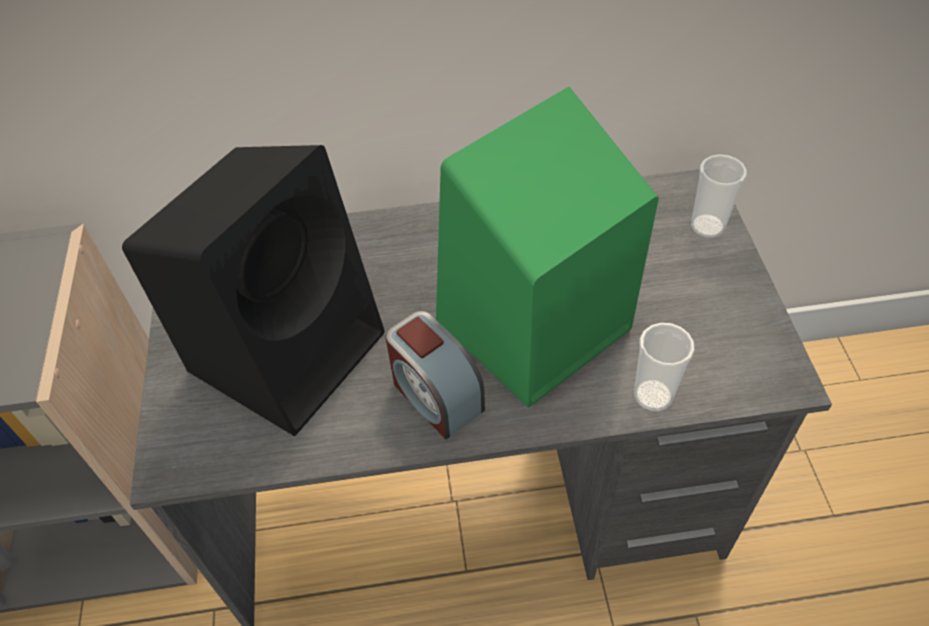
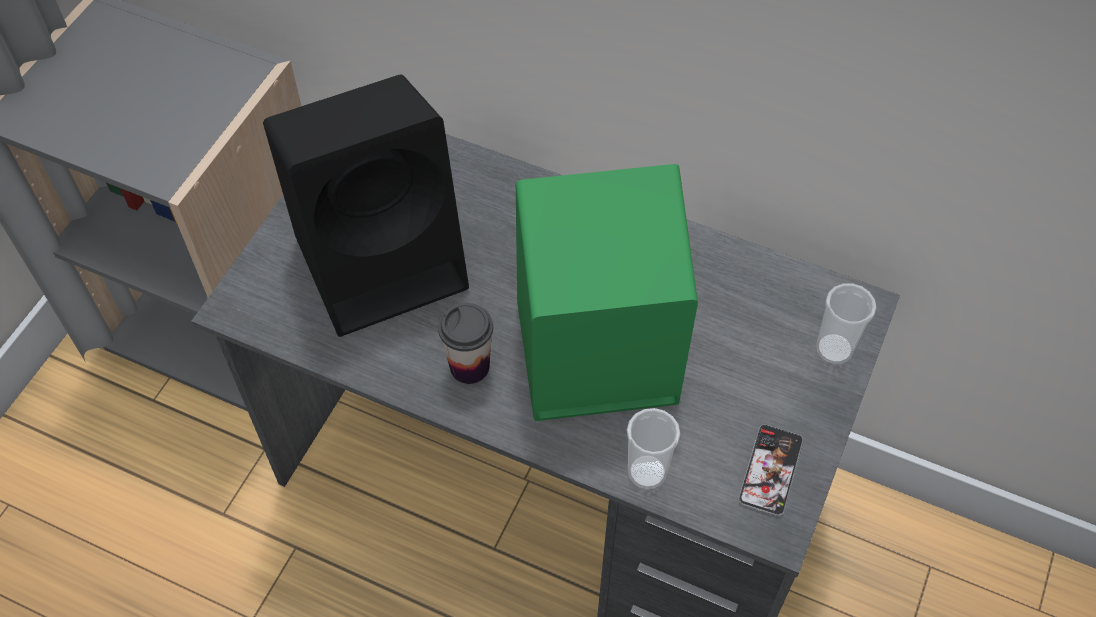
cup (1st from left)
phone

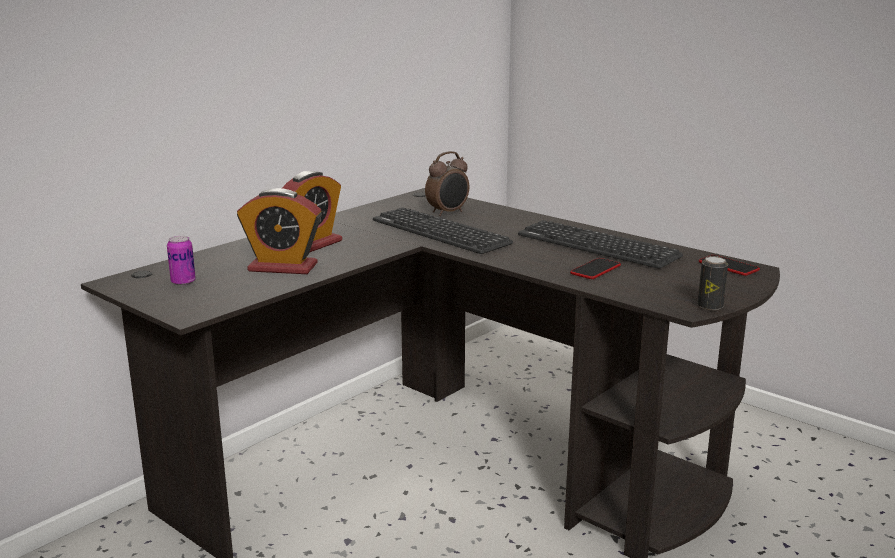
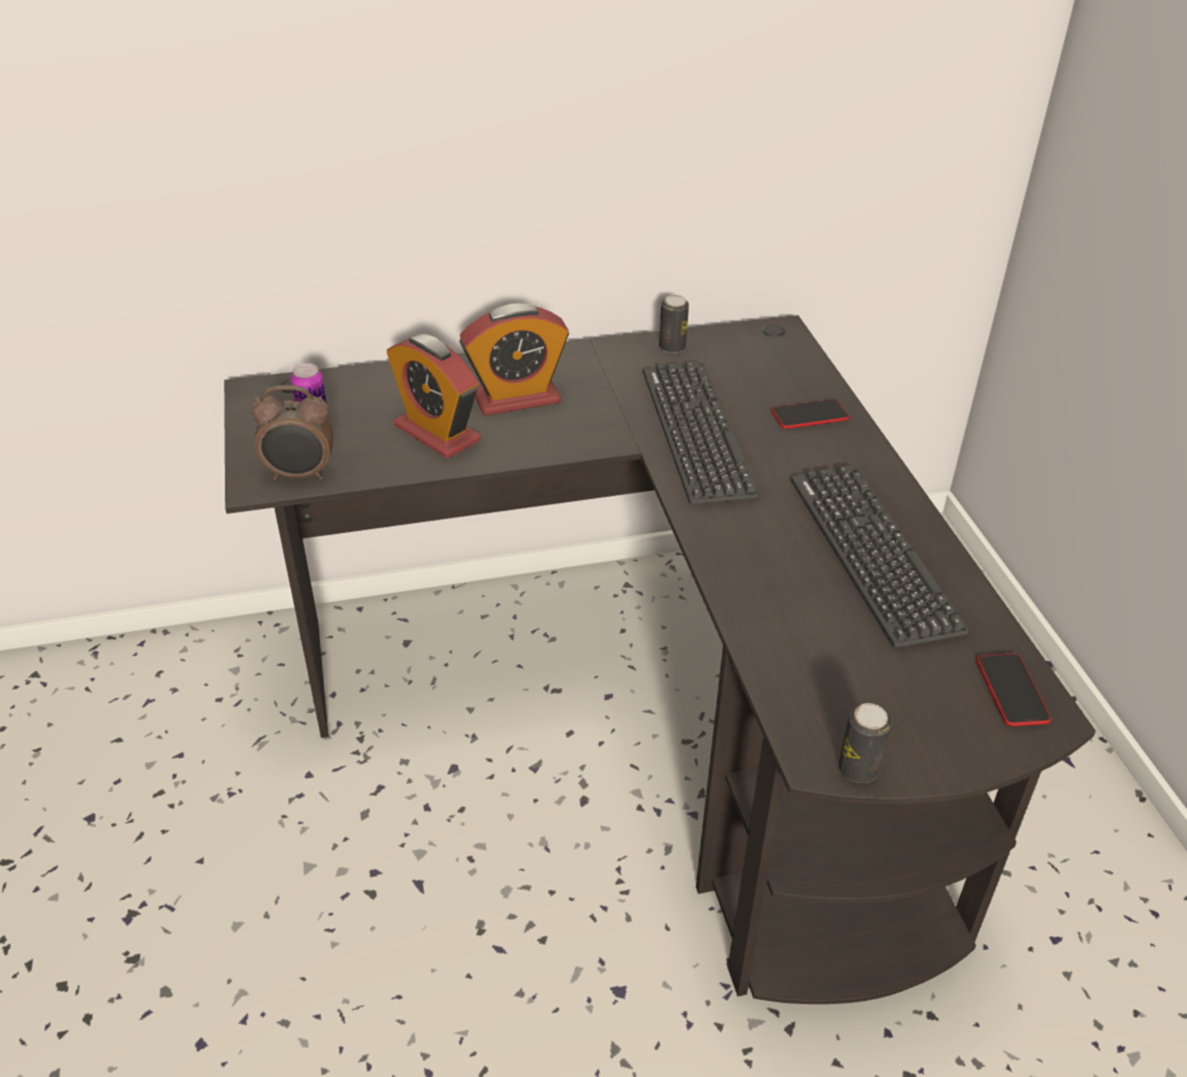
alarm clock (1st from left)
phone (1st from left)
can (2nd from left)

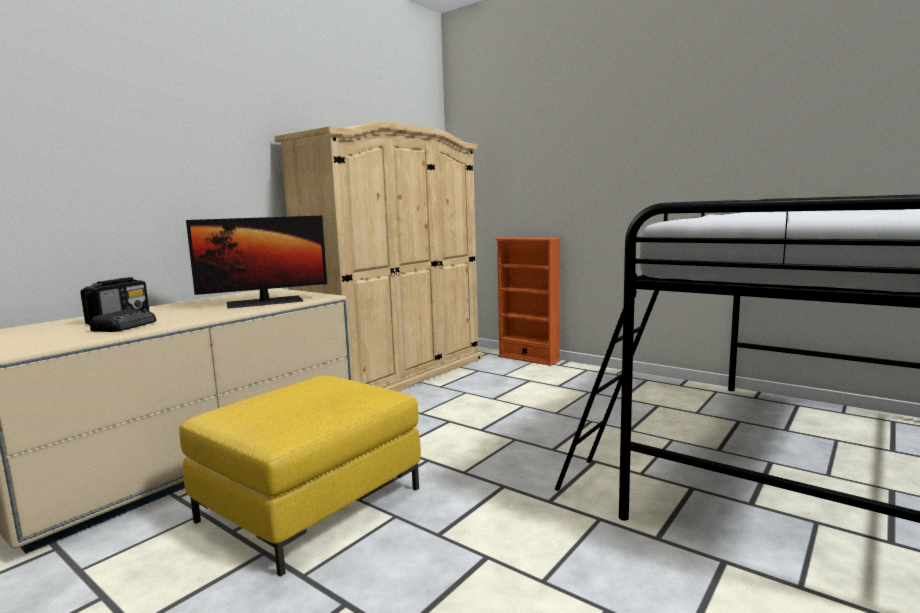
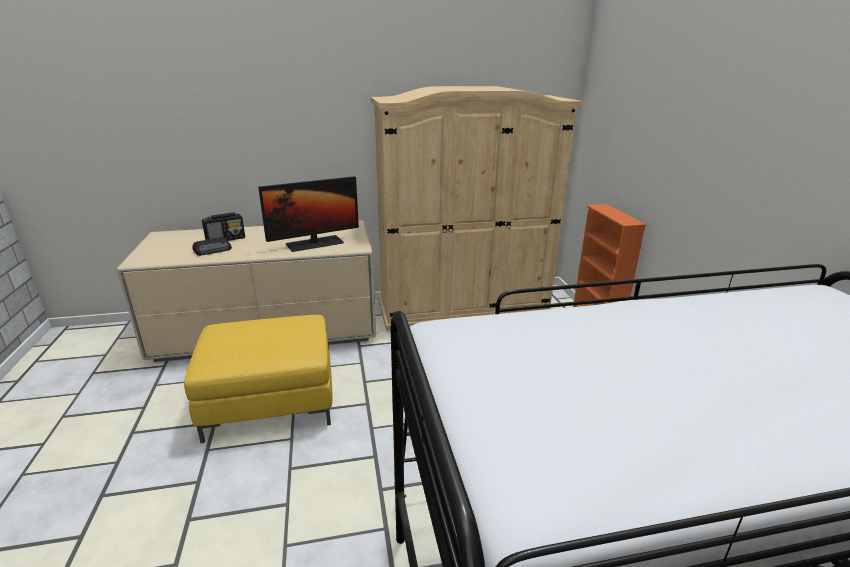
monitor

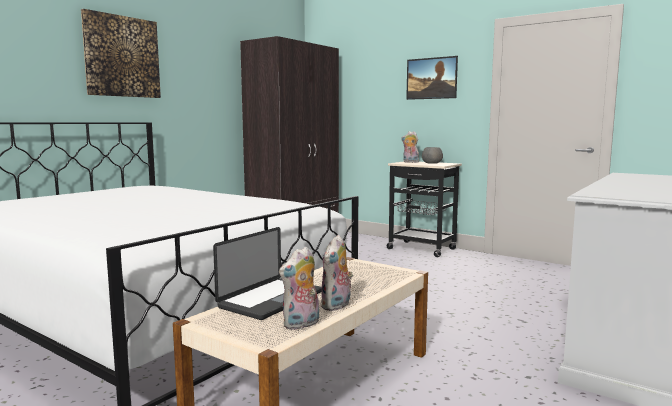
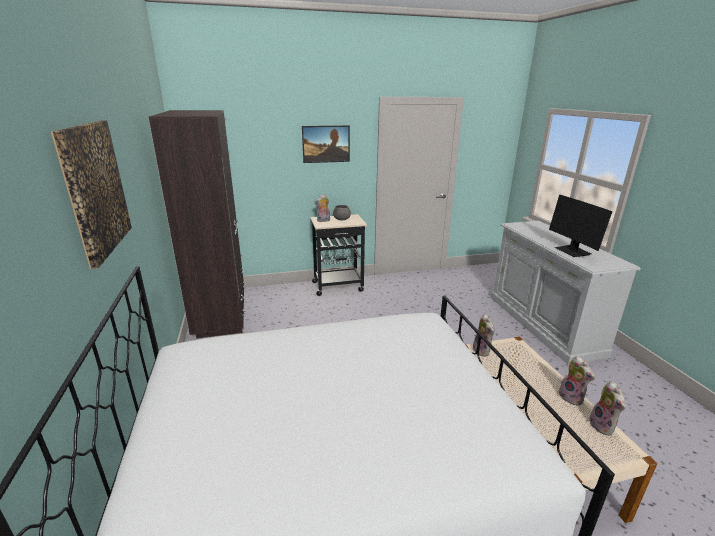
laptop
plush toy (2nd from left)
monitor

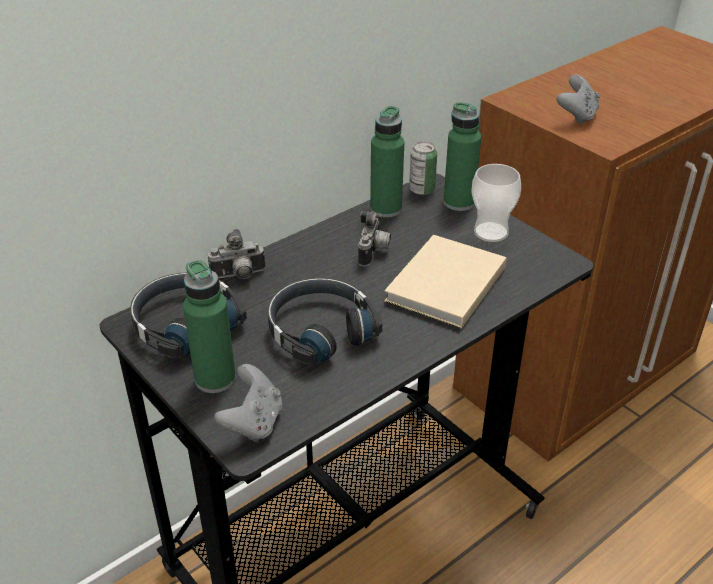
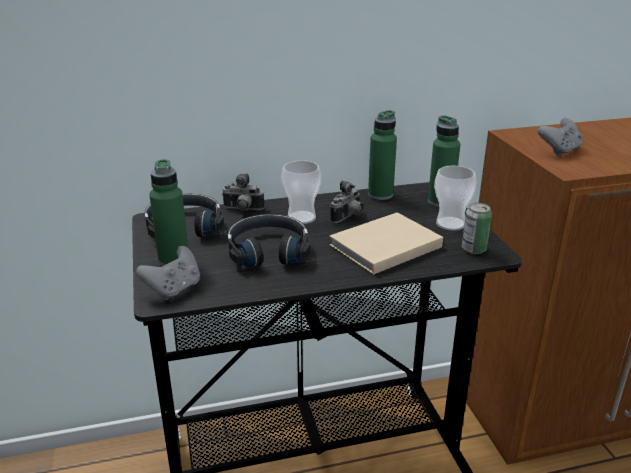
can
cup (1st from left)

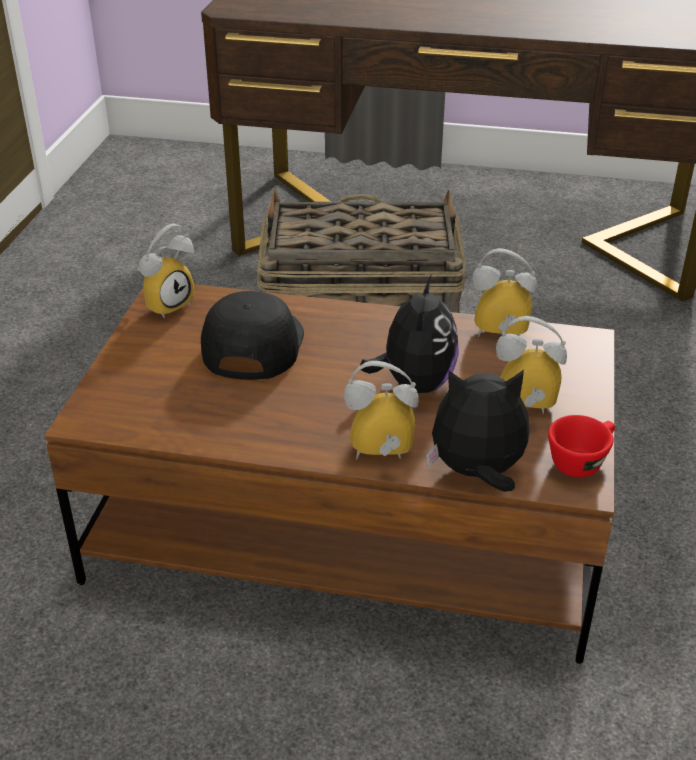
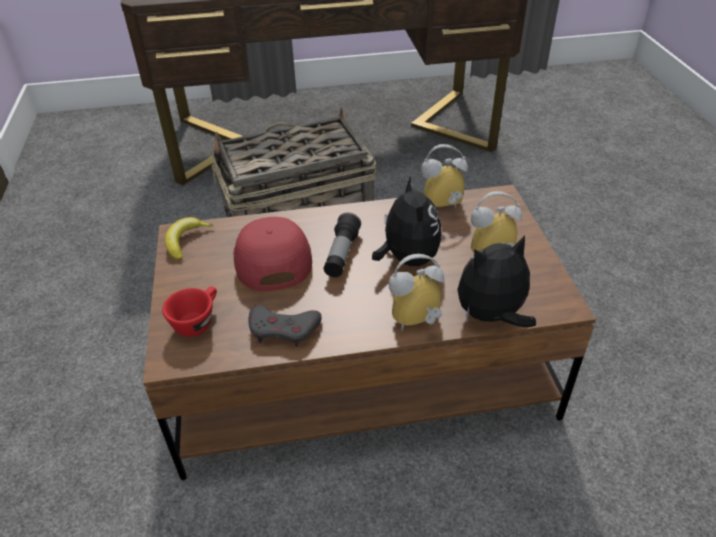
banana
cap (red)
cup (red)
game controller (grey)
flashlight

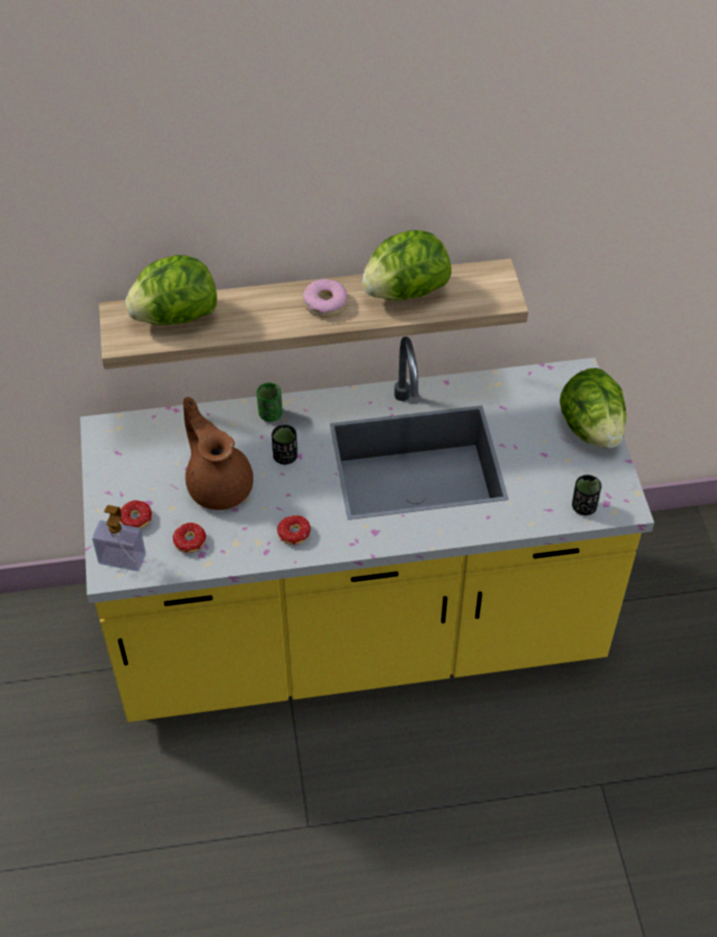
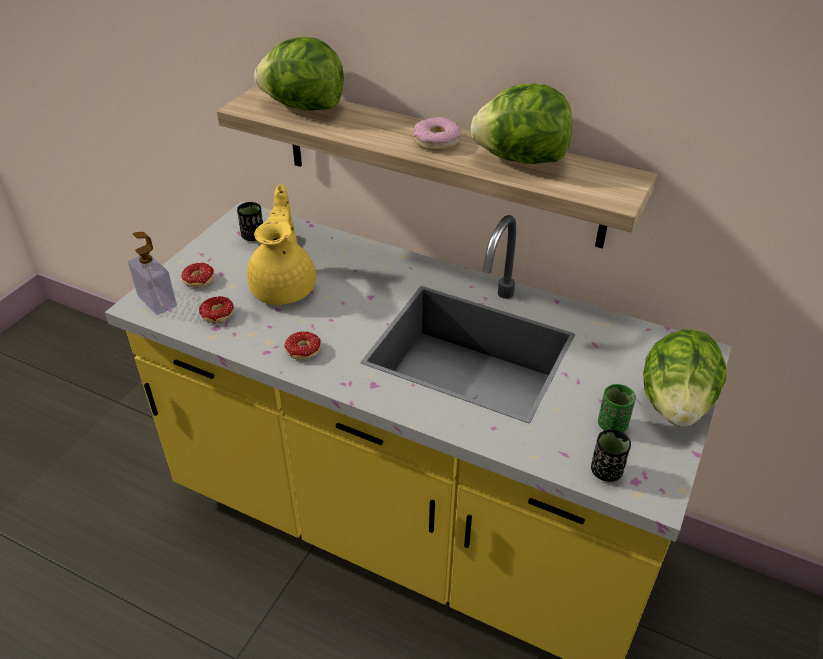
teapot (yellow)
cup (green)
cup (black) (1st from left)

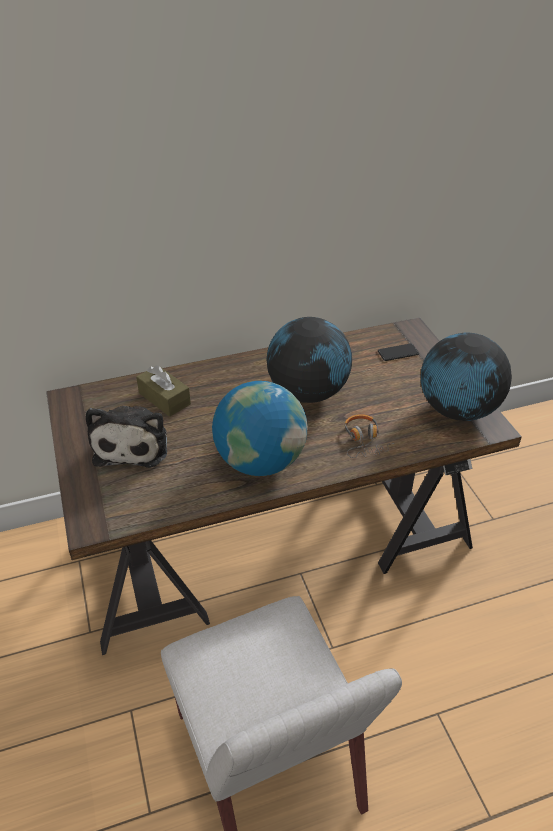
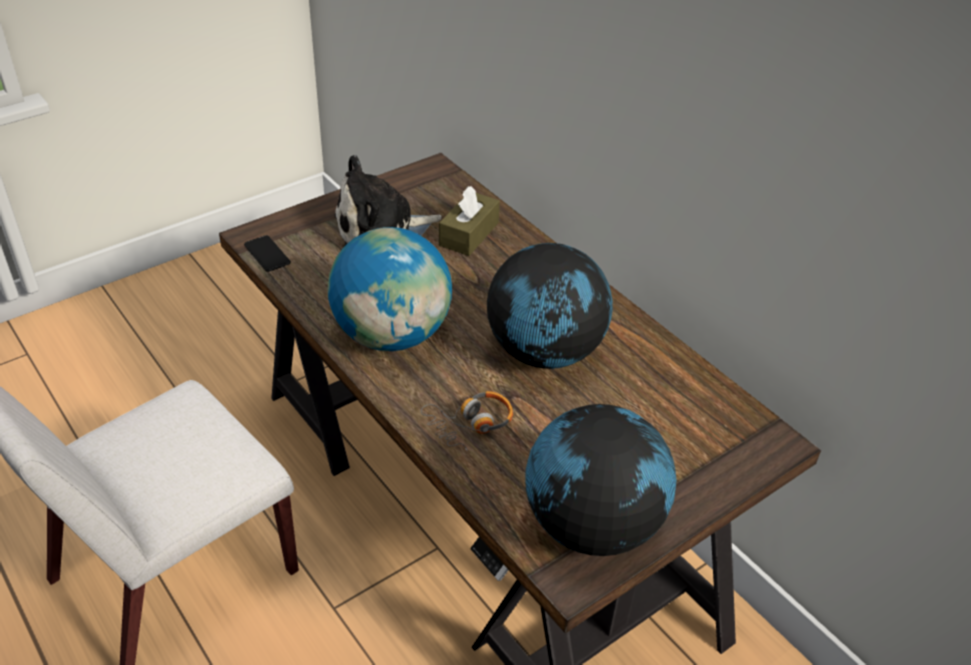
phone

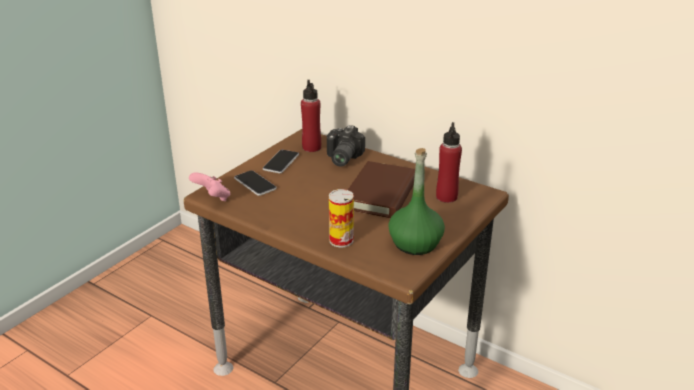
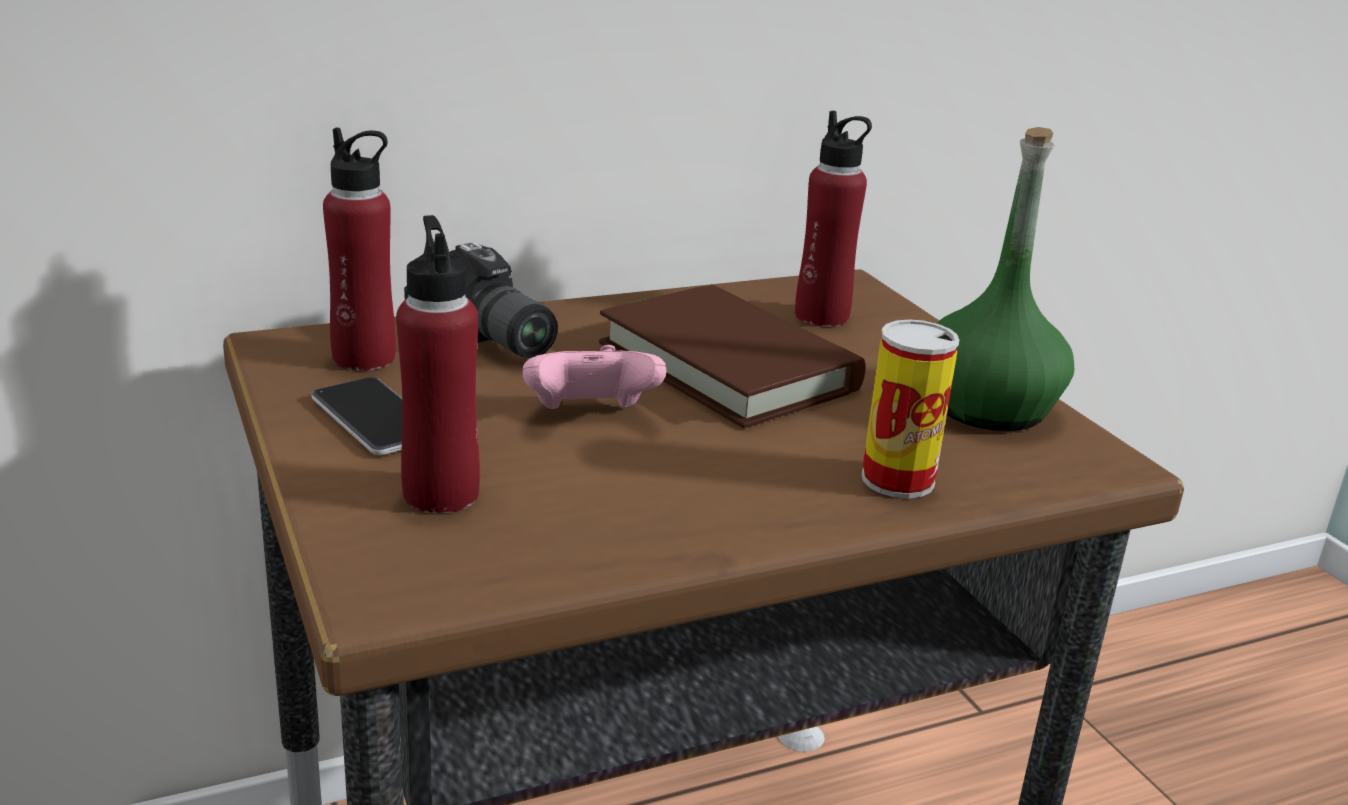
game controller (pink)
bottle (red) (2nd from left)

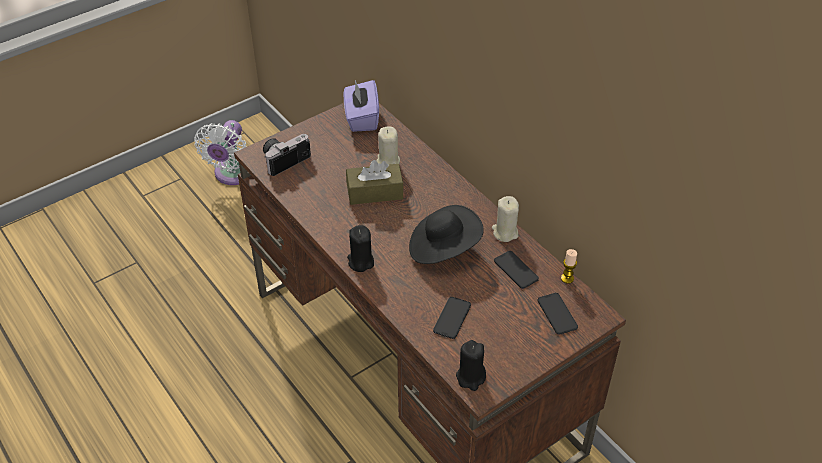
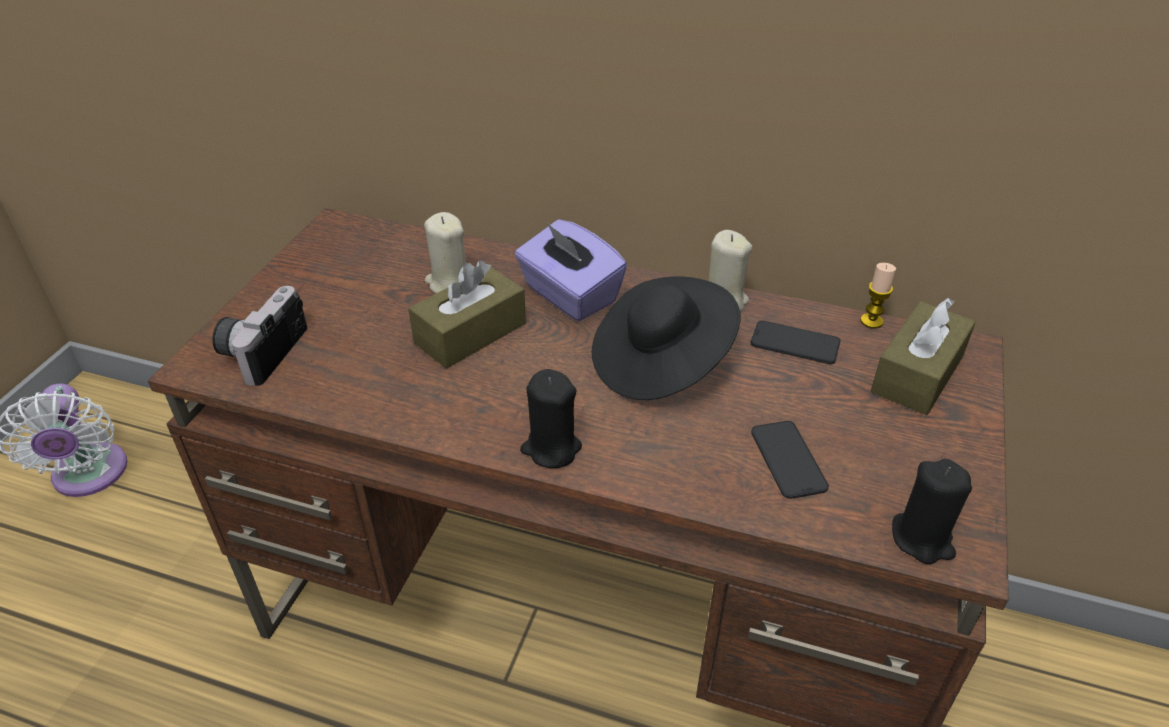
tissue box (purple)
tissue box (brown) (2nd from left)

